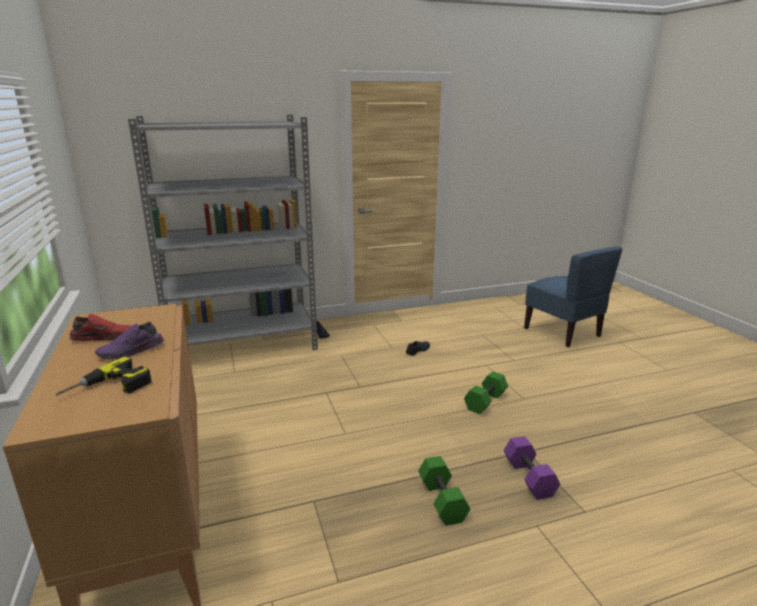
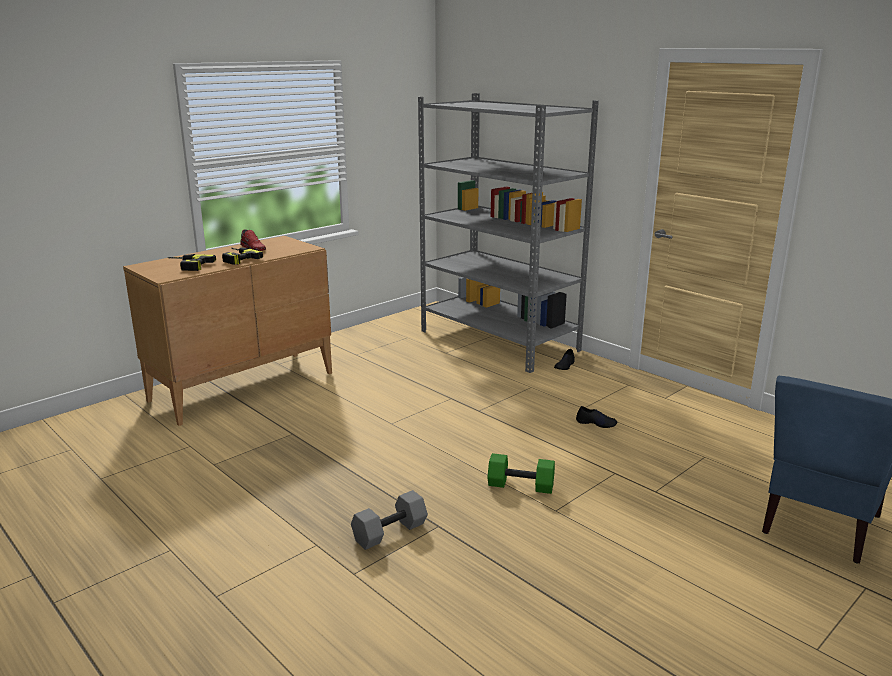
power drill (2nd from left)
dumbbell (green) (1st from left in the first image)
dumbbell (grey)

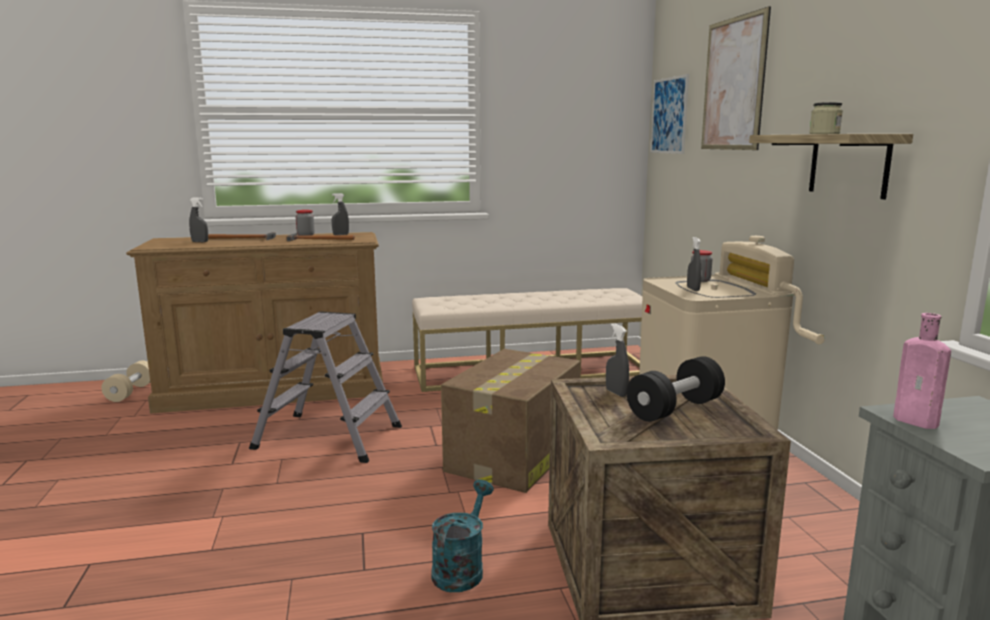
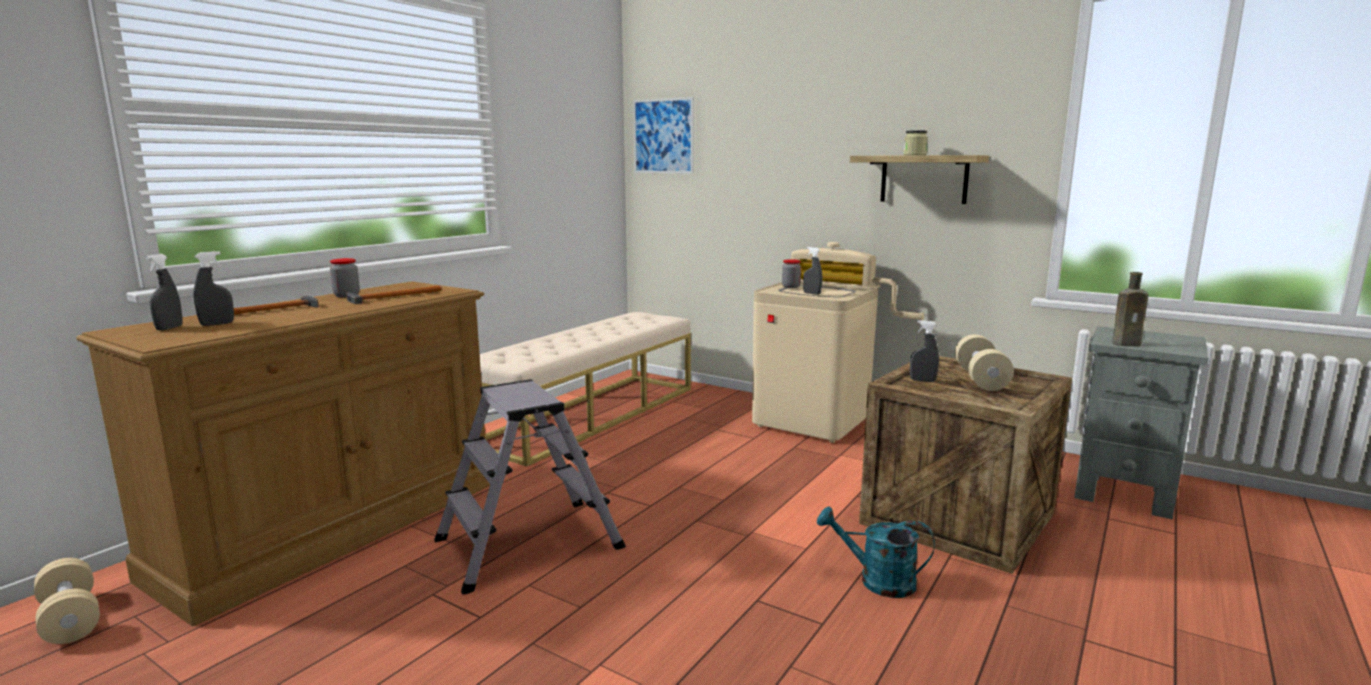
spray bottle (grey) (1st from left)
watering can (turquoise)
cardboard box
dumbbell (beige) (2nd from left)
picture (2nd from left in the first image)
bottle (brown)

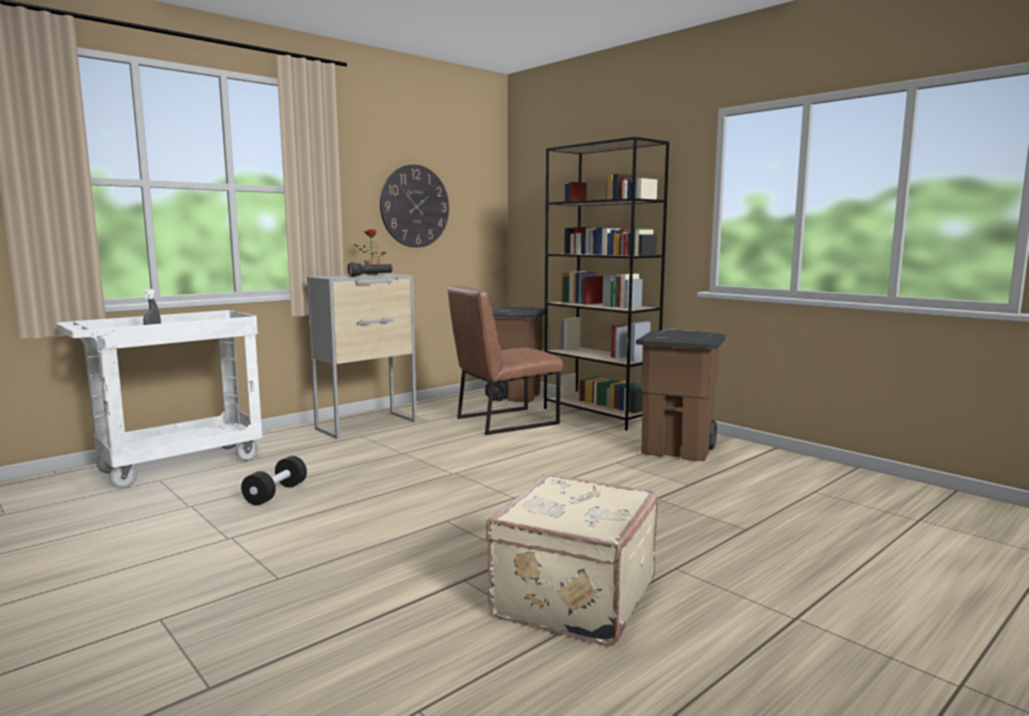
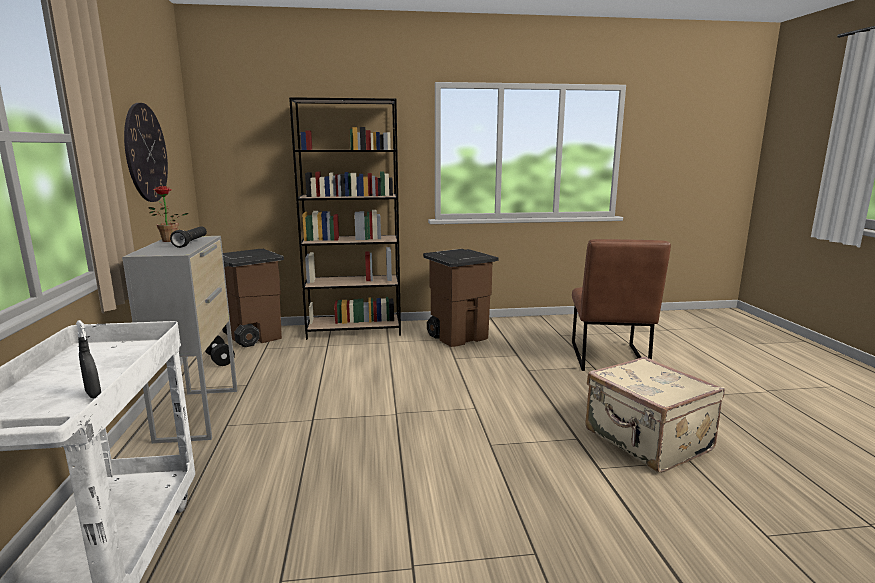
dumbbell (black)
chair (brown)

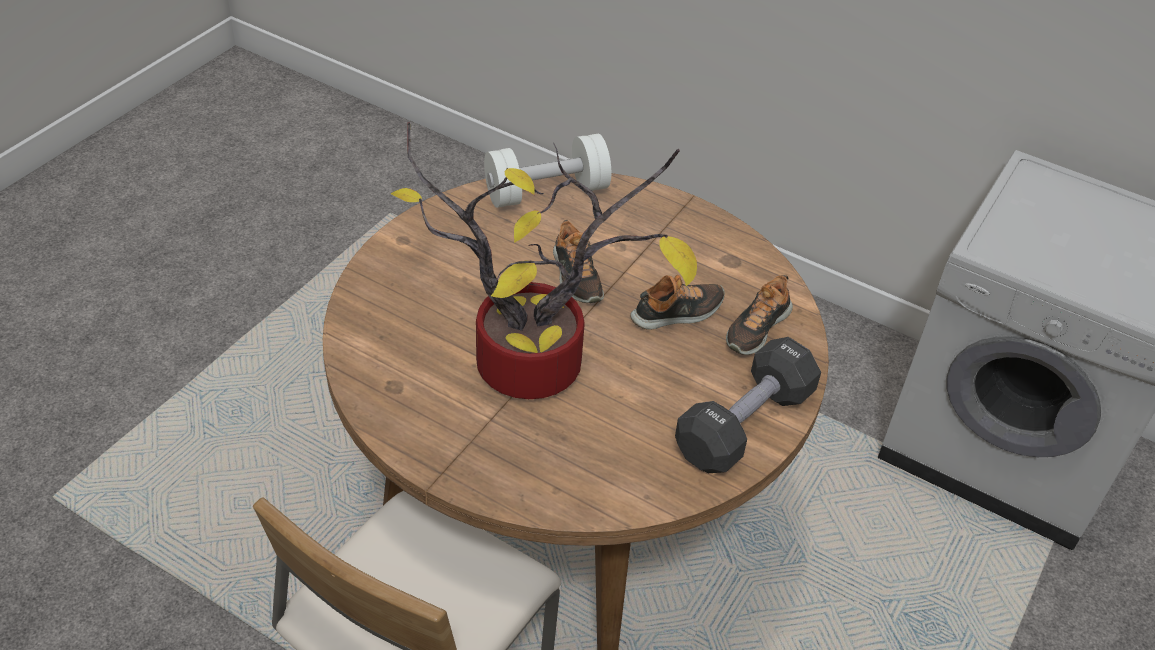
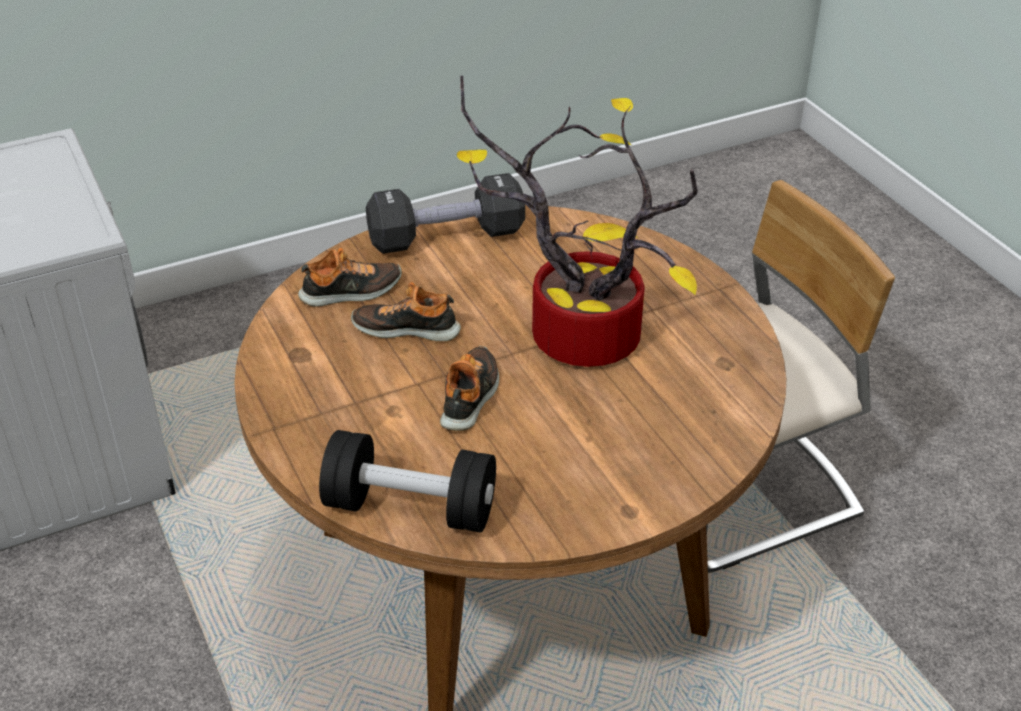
dumbbell (black) (1st from left)

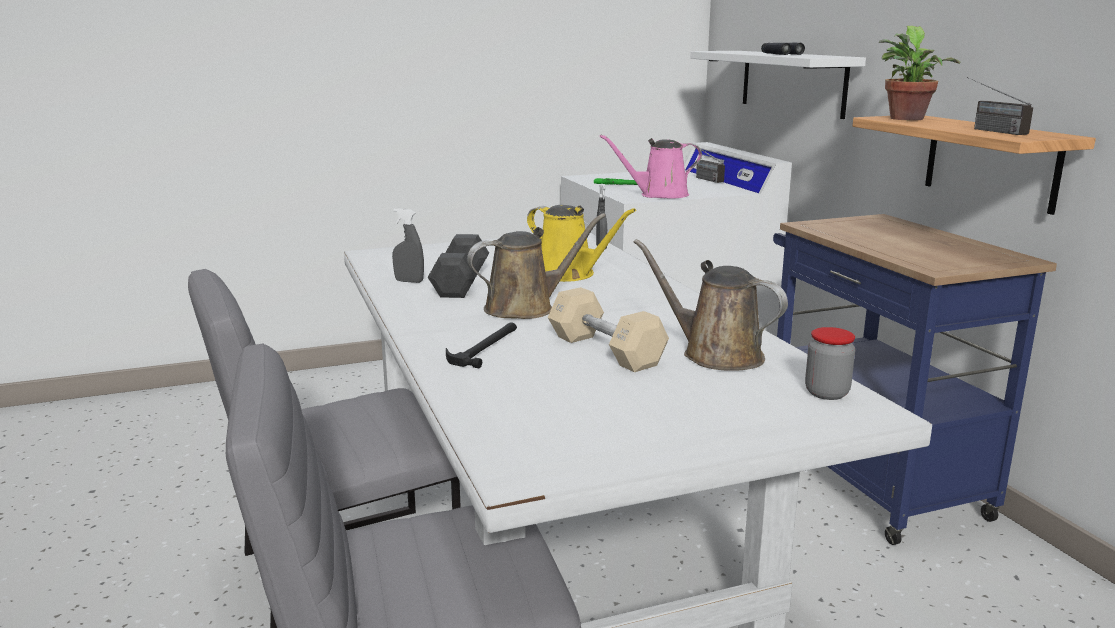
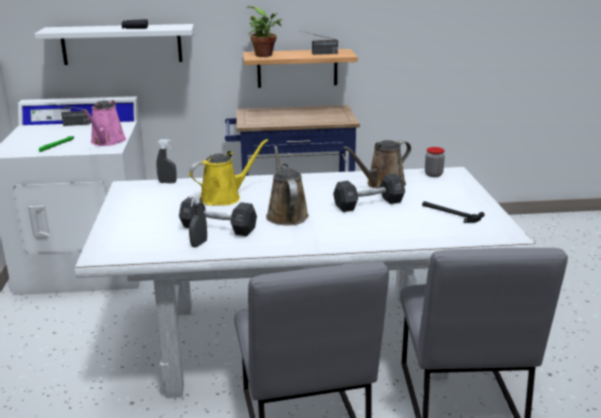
hammer
dumbbell (black) (2nd from left)

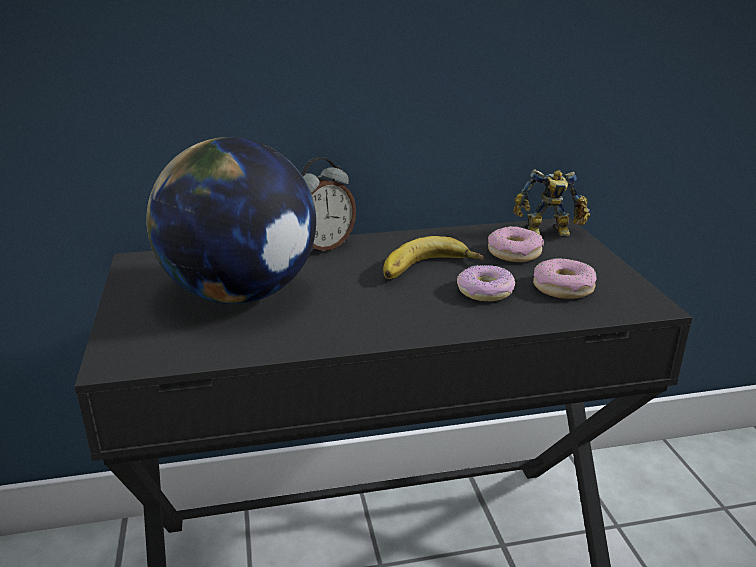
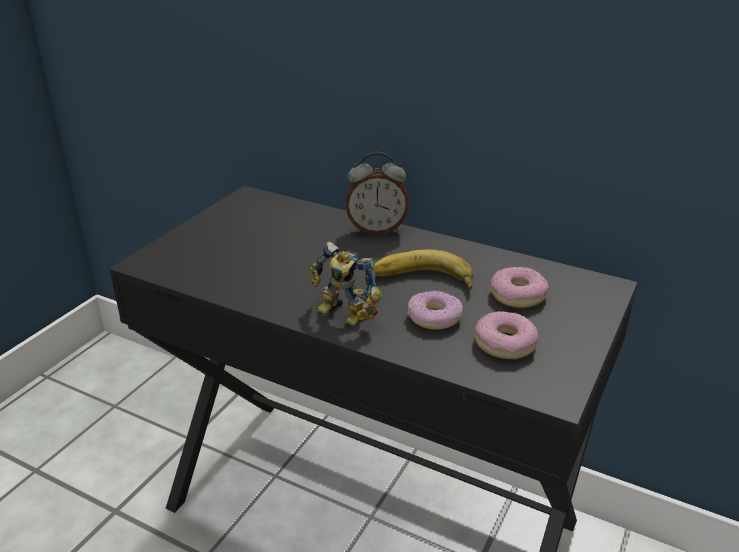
globe
toy robot

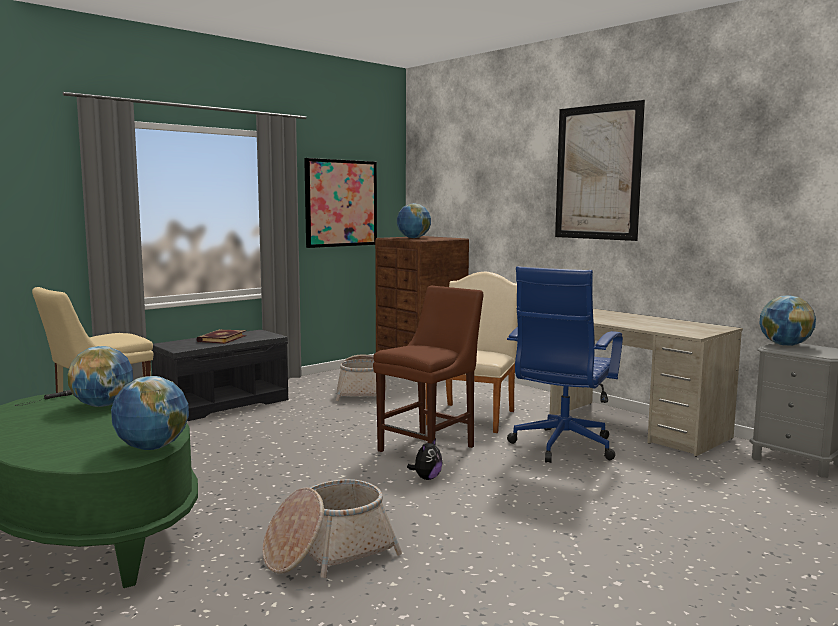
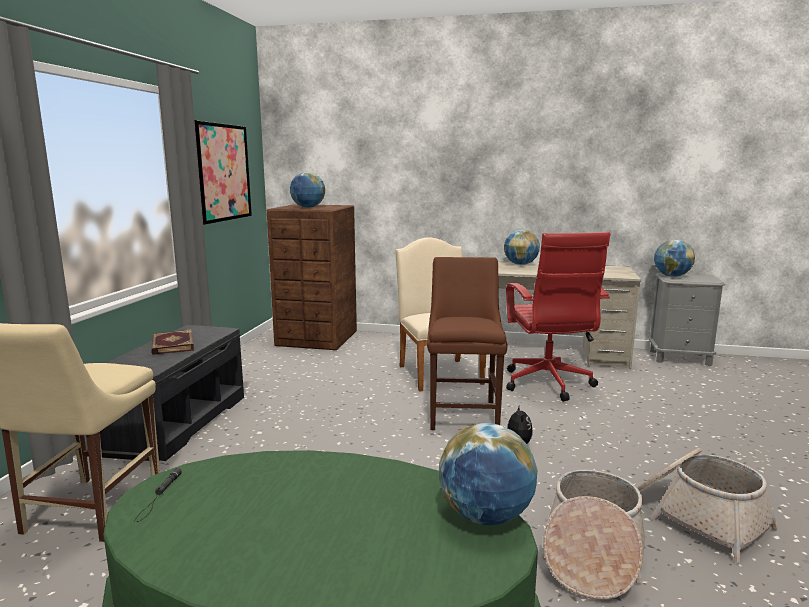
globe (3rd from left)
basket (2nd from left)
office chair (red)
picture (2nd from left in the first image)

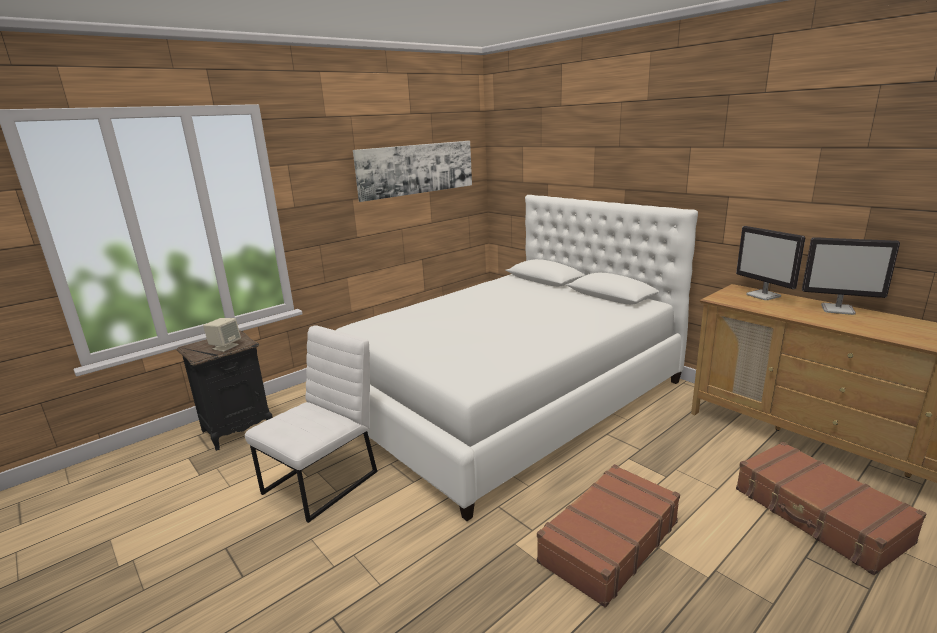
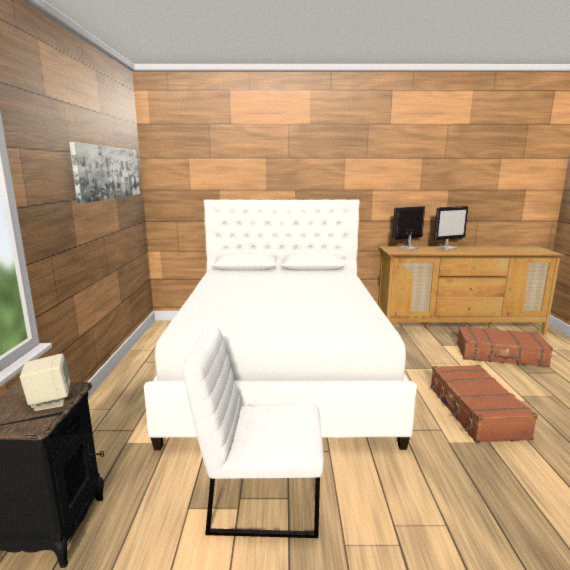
chair (white)
monitor (1st from left)

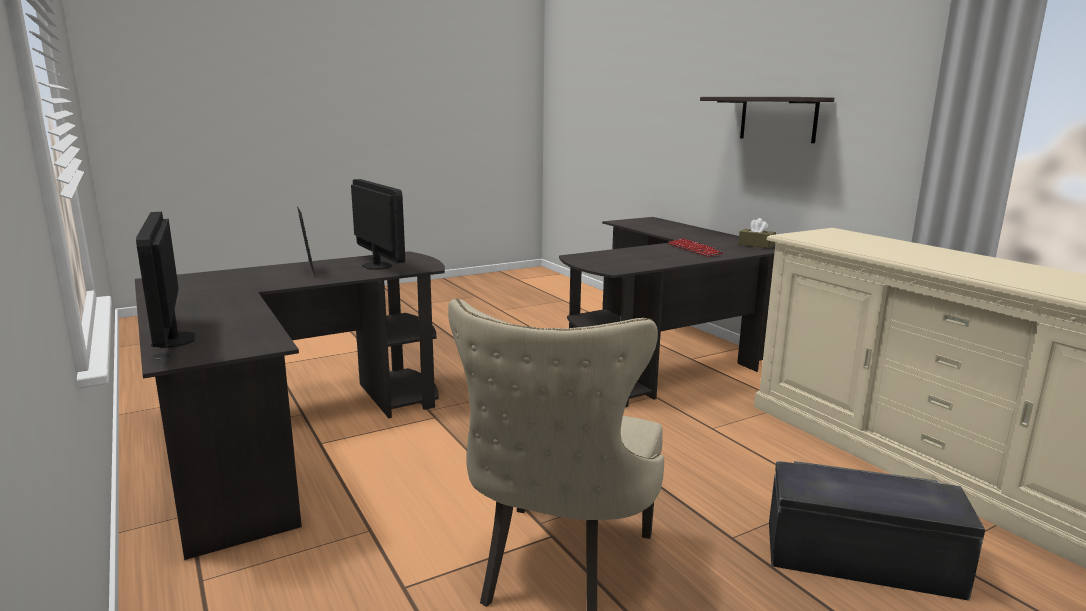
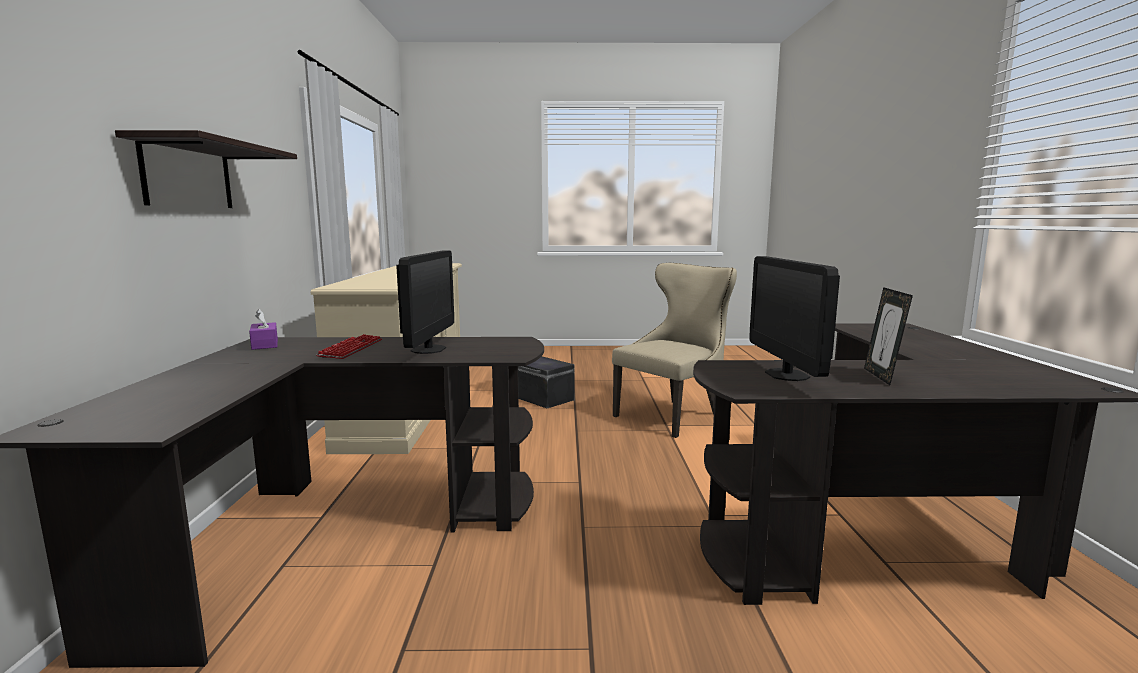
monitor (1st from left)
tissue box (purple)

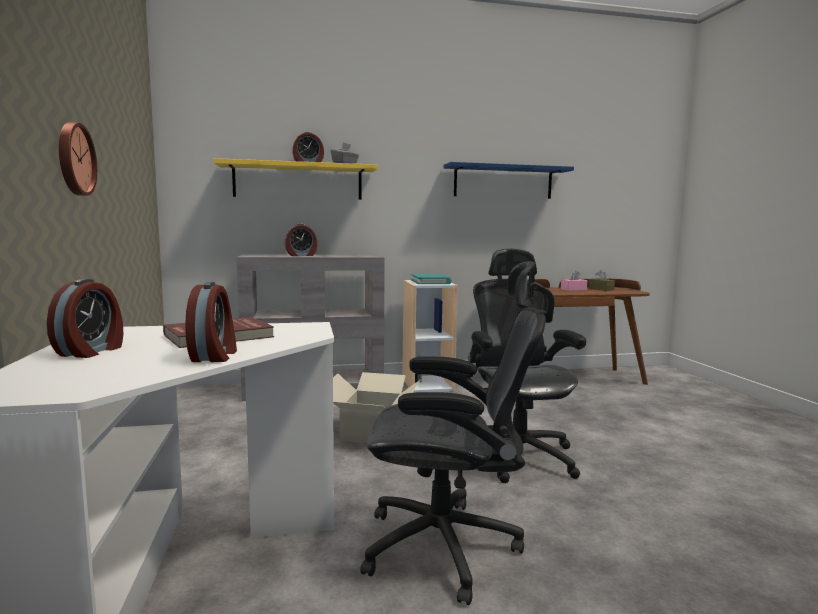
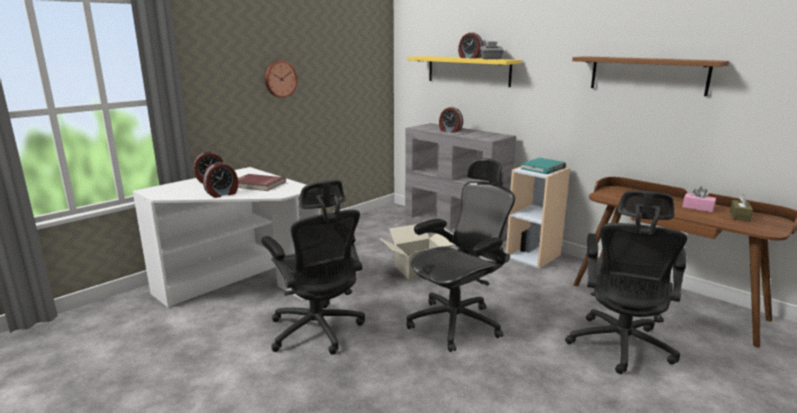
shelf (brown)
office chair (3rd from left)

